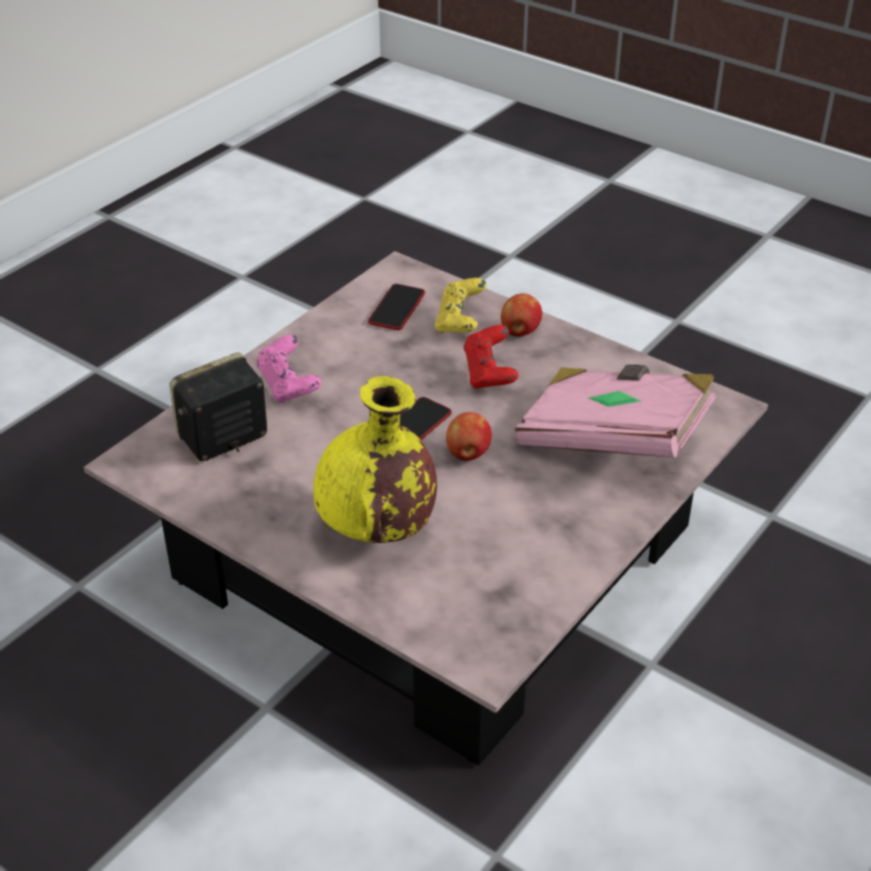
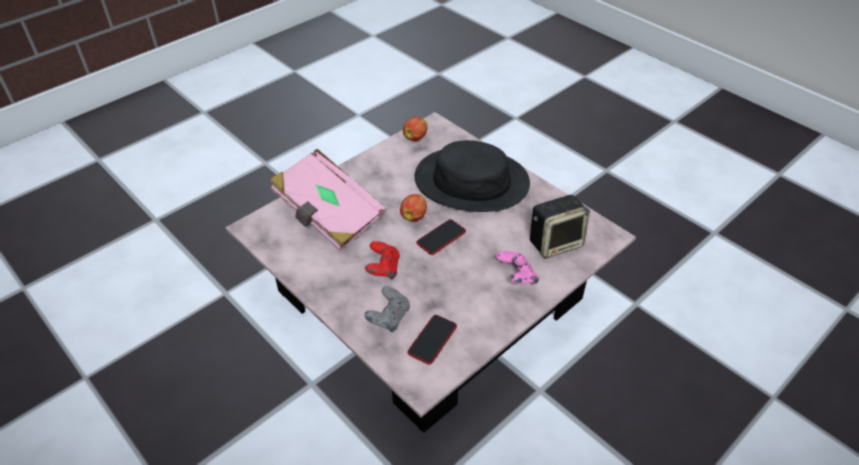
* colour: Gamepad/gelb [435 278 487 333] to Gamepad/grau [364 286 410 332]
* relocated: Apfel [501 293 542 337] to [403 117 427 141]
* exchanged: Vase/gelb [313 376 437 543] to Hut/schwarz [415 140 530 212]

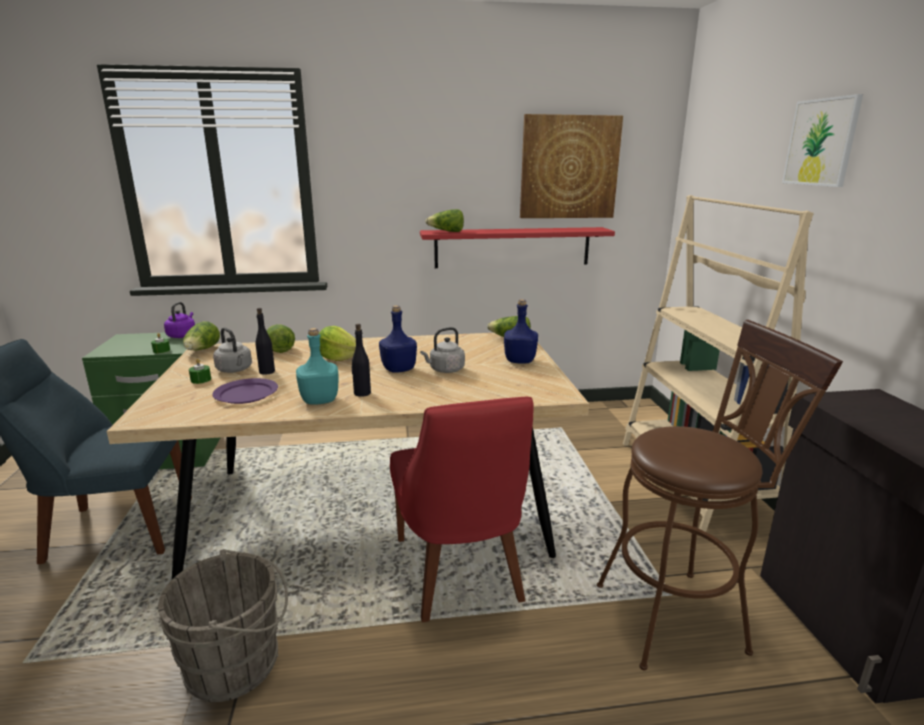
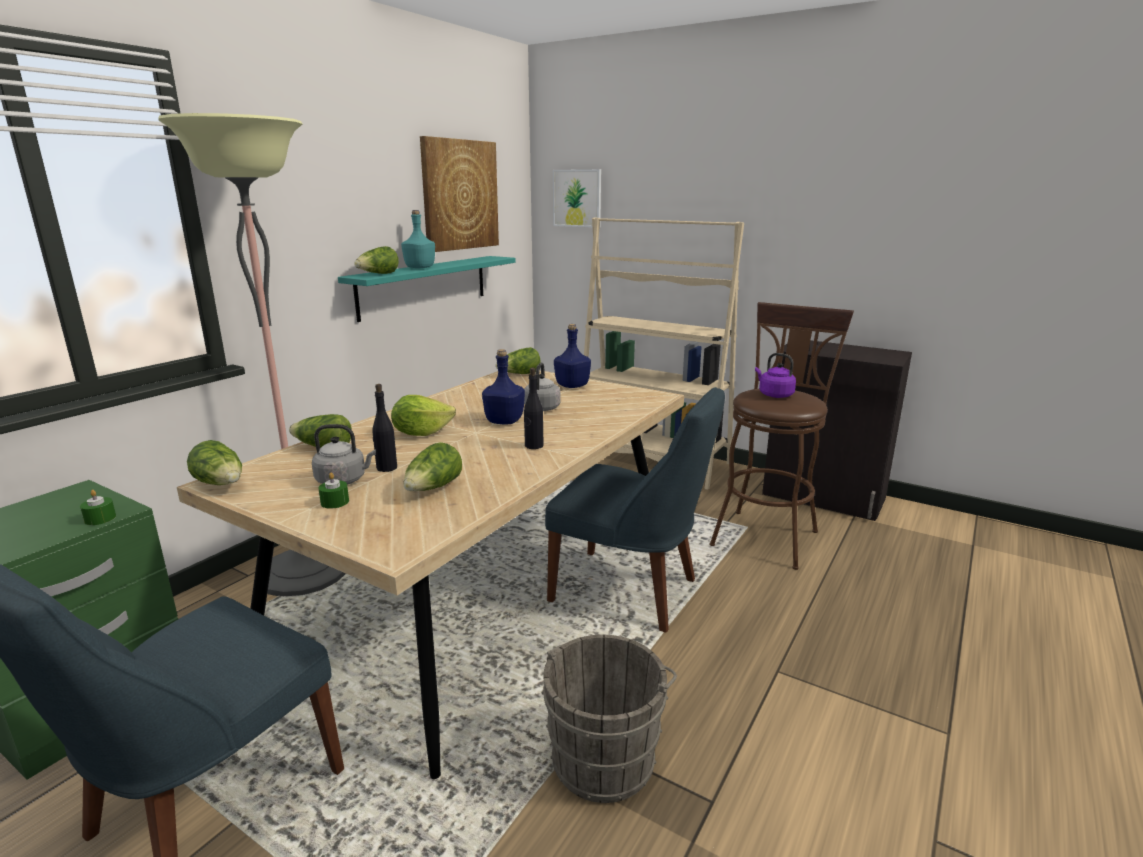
* relocated: Bild [782 94 863 187] to [553 169 601 228]
* colour: Wandregal/rot [420 227 615 268] to Wandregal/türkis [338 256 516 322]
* relocated: Wasserkessel/lila [164 302 195 338] to [755 353 796 398]
* relocated: Flasche/türkis [296 328 339 405] to [401 210 435 268]
* exchanged: Teller/lila [212 378 278 404] to Salatkopf [403 442 462 491]
* colour: Stuhl/rot [390 397 534 622] to Stuhl/blau [545 387 725 633]
* appeared: Stehlampe [158 113 346 596]

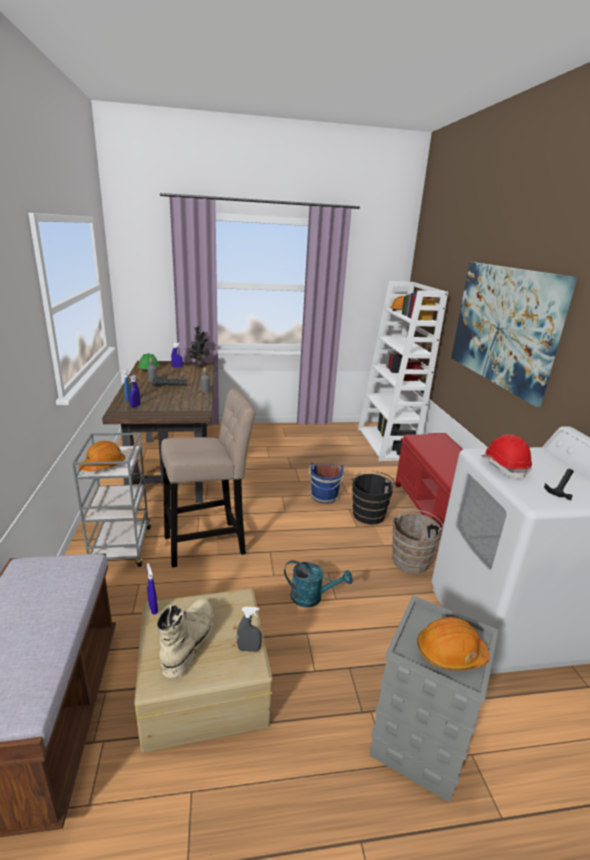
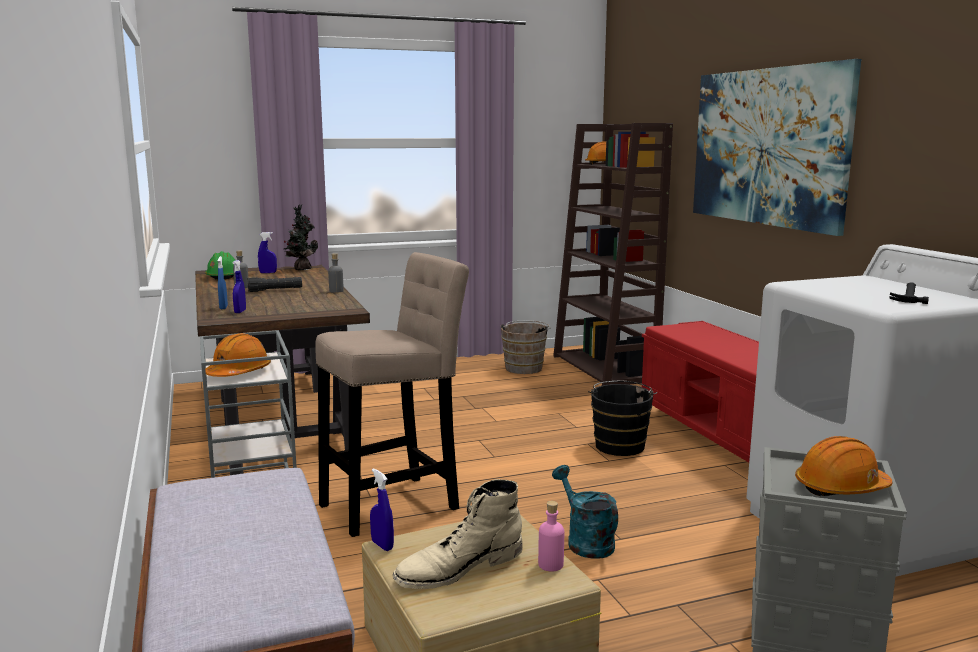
* colour: Bücherregal/weiß [358 281 448 461] to Bücherregal/braun [553 123 673 386]
* missing: Schutzhelm/rot [481 434 532 480]
* missing: Eimer/blau [309 463 345 504]
* relocated: Eimer/braun [392 510 443 574] to [500 321 551 374]
* spun: Gießkanne/türkis [284 560 353 607] = [552 465 618 559] 120 degrees counterclockwise
* spun: Stiefel/beige [157 599 214 678] = [392 479 523 589] 120 degrees counterclockwise
* exchanged: Sprühflasche/grau [237 607 262 652] to Flasche/rosa [538 501 564 572]

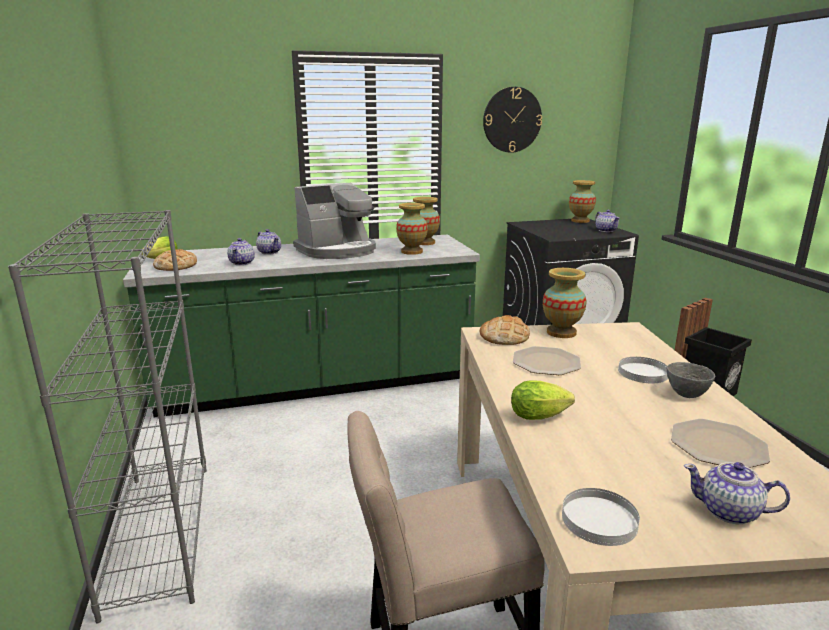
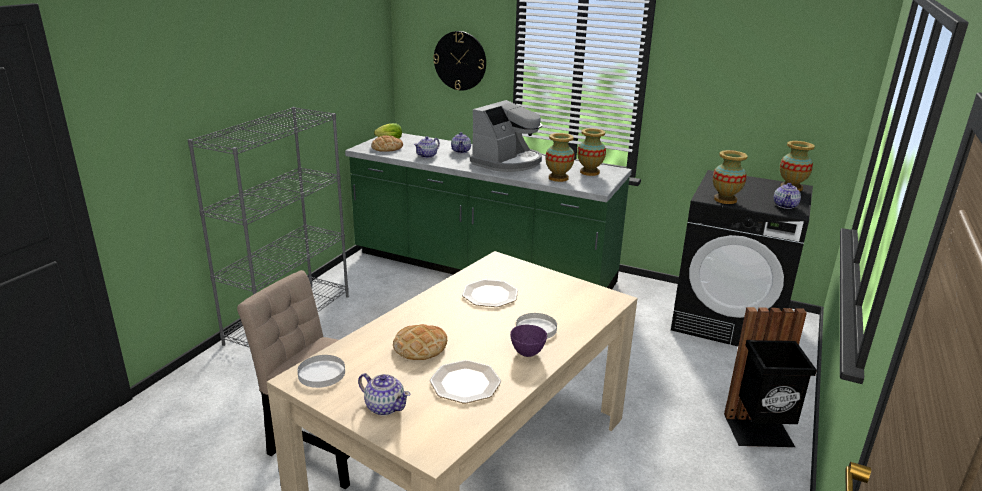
* relocated: Wanduhr [483 87 542 153] to [433 31 486 91]
* spun: Kaffeemaschine [293 183 376 259] = [470 100 542 172] 60 degrees counterclockwise
* relocated: Vase [543 268 586 338] to [713 150 748 204]
* relocated: Brot [479 315 530 345] to [393 324 447 360]
* colour: Schüssel/grau [667 362 715 398] to Schüssel/lila [510 325 547 357]
* missing: Salatkopf [511 380 575 420]
* spun: Teekanne [684 462 790 524] = [358 373 411 416] 150 degrees clockwise

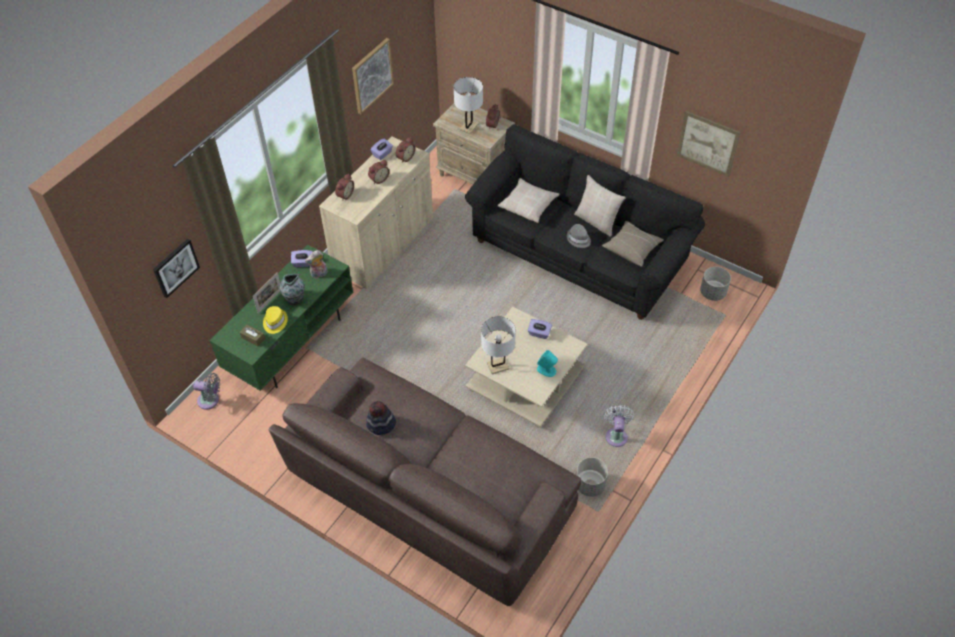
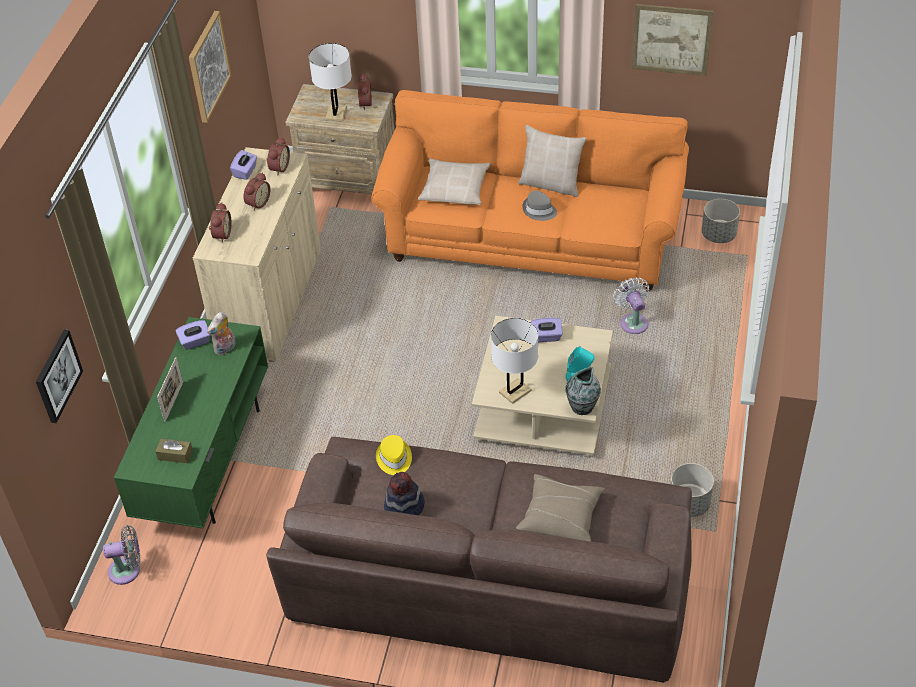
* colour: Sofa/schwarz [465 124 705 320] to Sofa/orange [371 90 689 291]
* relocated: Kissen/beige [602 221 664 267] to [516 474 605 541]
* relocated: Vase [280 274 305 305] to [565 367 601 415]
* relocated: Hut/gelb [263 306 288 334] to [376 435 412 475]
* relocated: Ventilator/weiß [603 405 634 447] to [613 277 649 334]

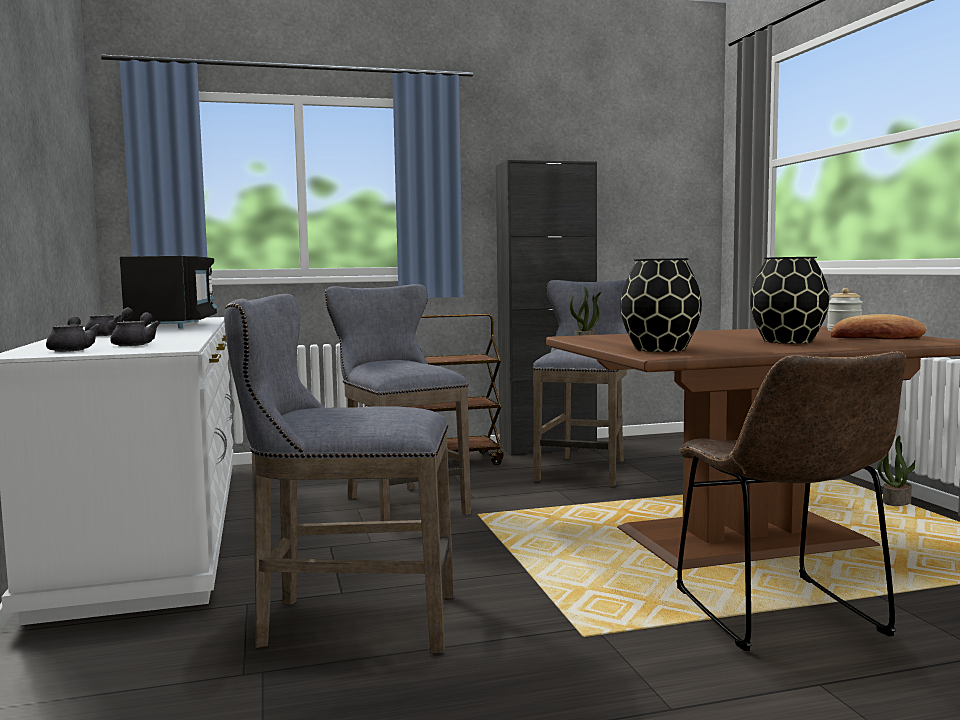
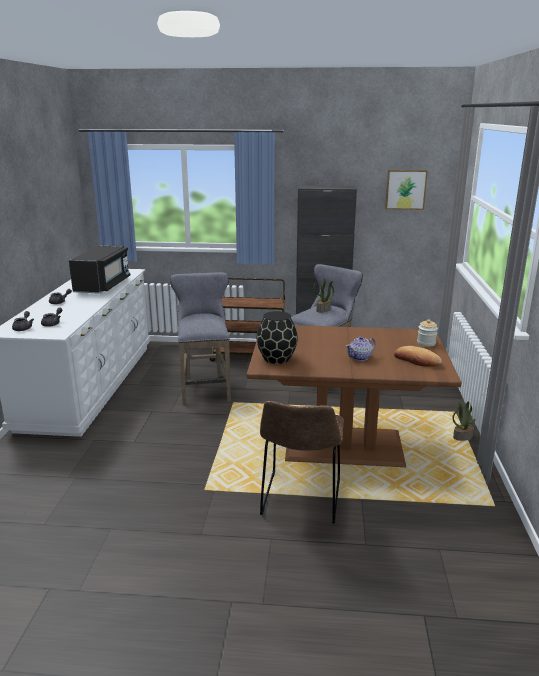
* exchanged: Vase/schwarz [750 257 829 344] to Teekanne [346 336 376 361]
* missing: Hocker/grau [224 294 454 653]
* appeared: Bild [385 170 428 210]

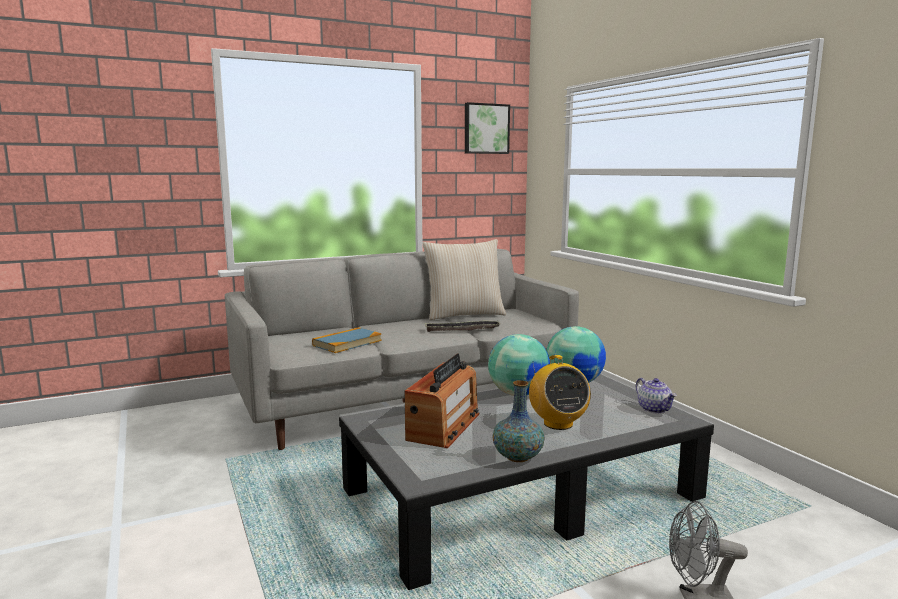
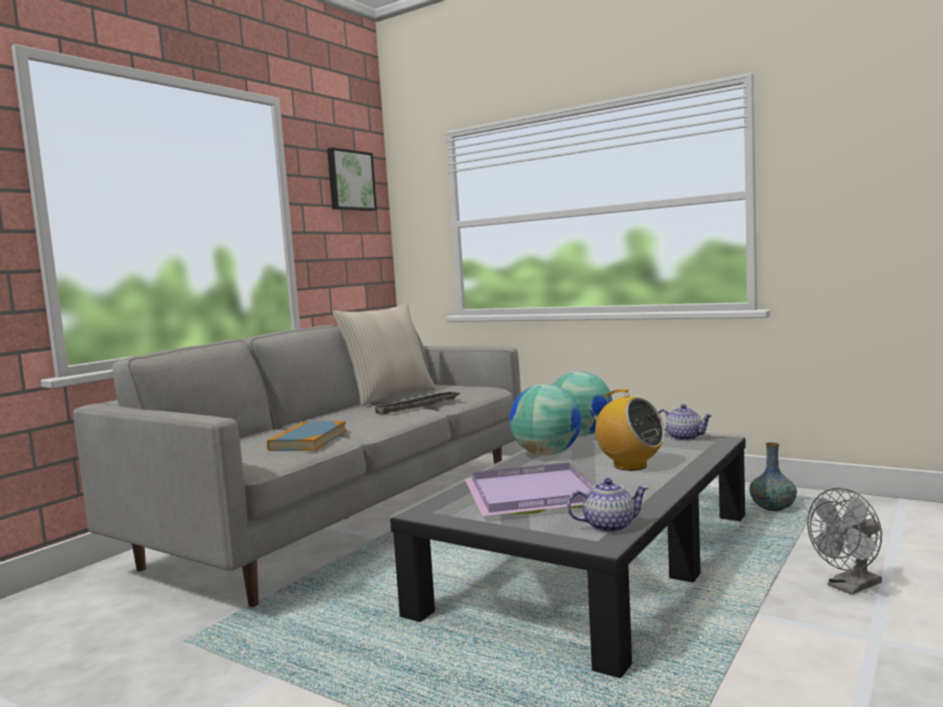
* exchanged: Radio [405 353 479 448] to Tablett/lila [465 462 593 516]
* relocated: Vase [492 380 544 462] to [749 442 797 511]
* appeared: Teekanne [567 478 649 533]

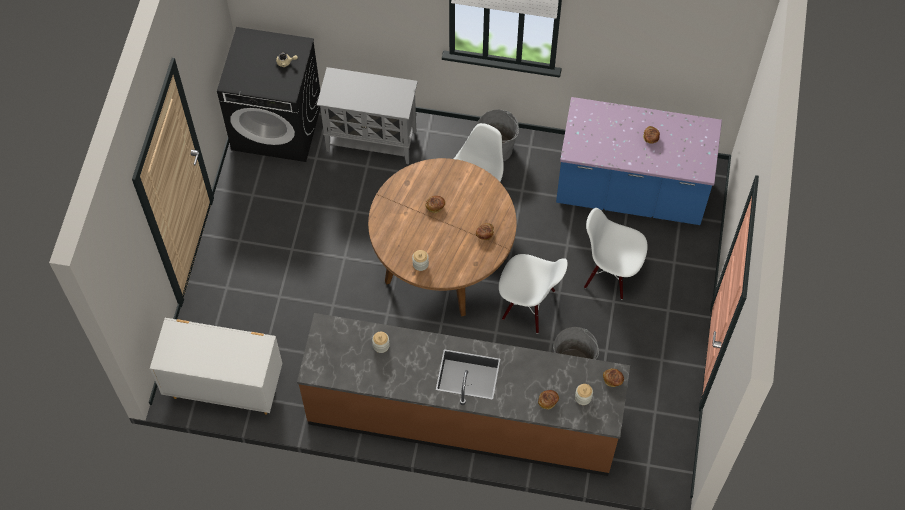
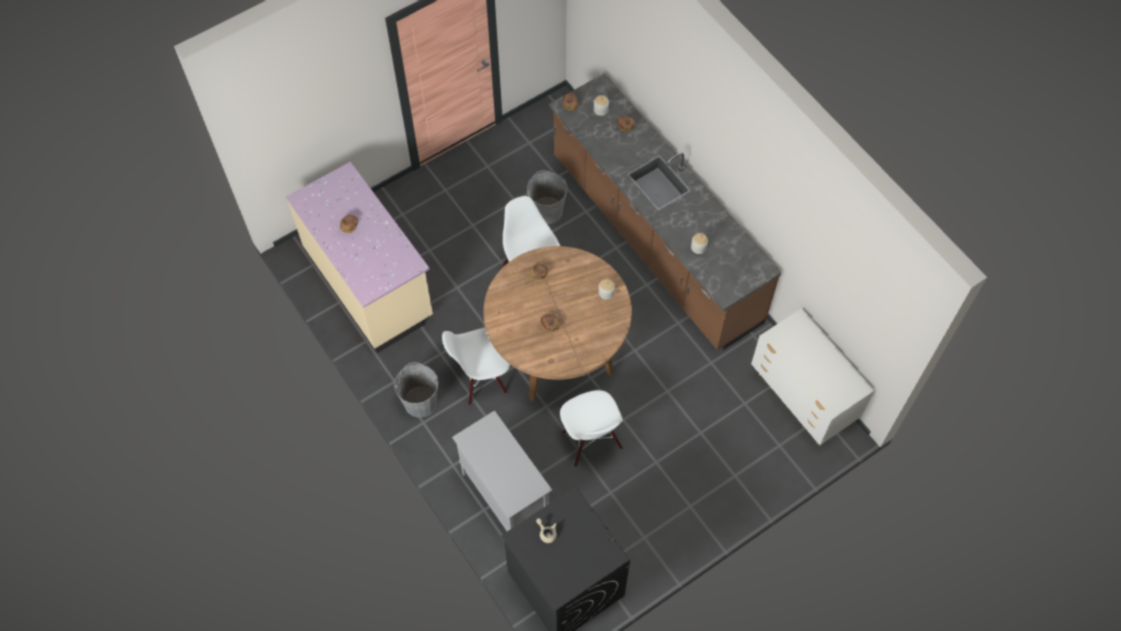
* colour: Küchenzeile/blau [556 97 722 225] to Küchenzeile/beige [286 162 433 353]
* relocated: Stuhl/weiß [584 208 648 299] to [560 390 623 467]

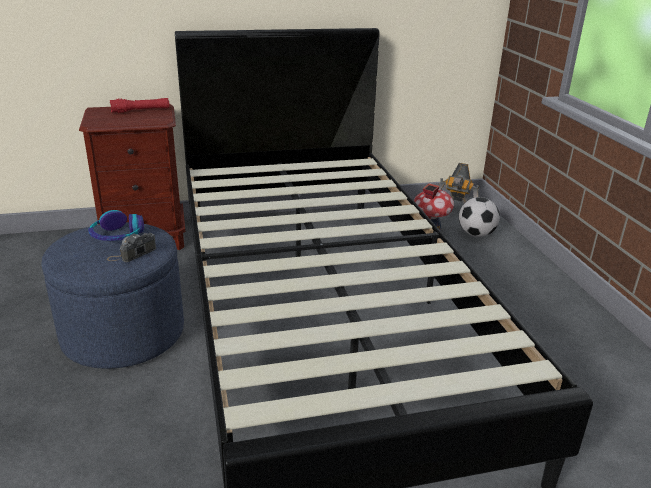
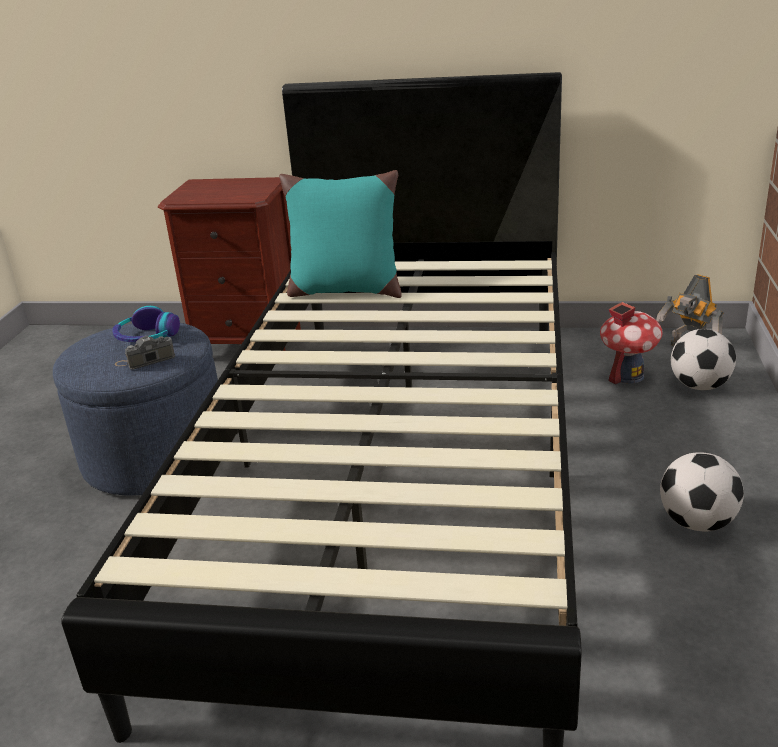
* missing: Taschenlampe/rot [110 98 170 113]
* appeared: Kissen/türkis [279 170 402 298]
* appeared: Fußball [660 452 744 531]

